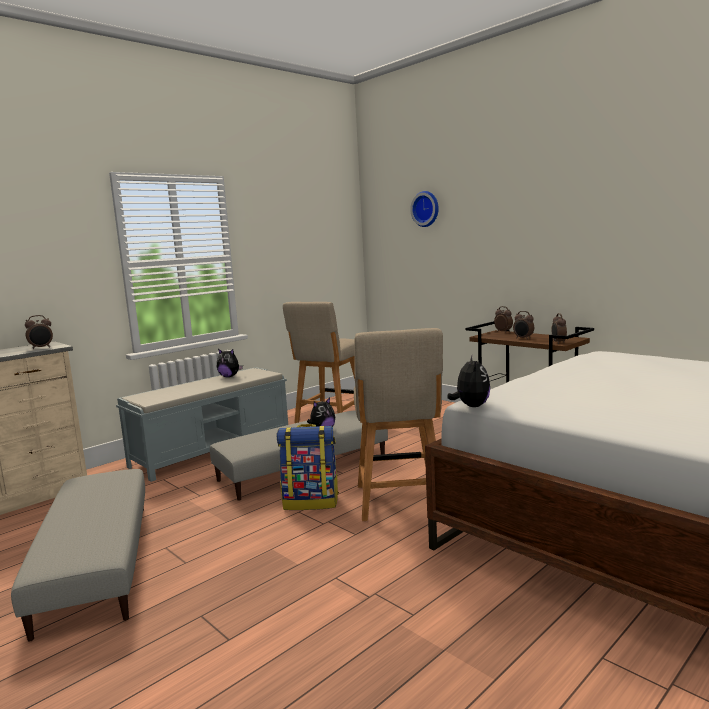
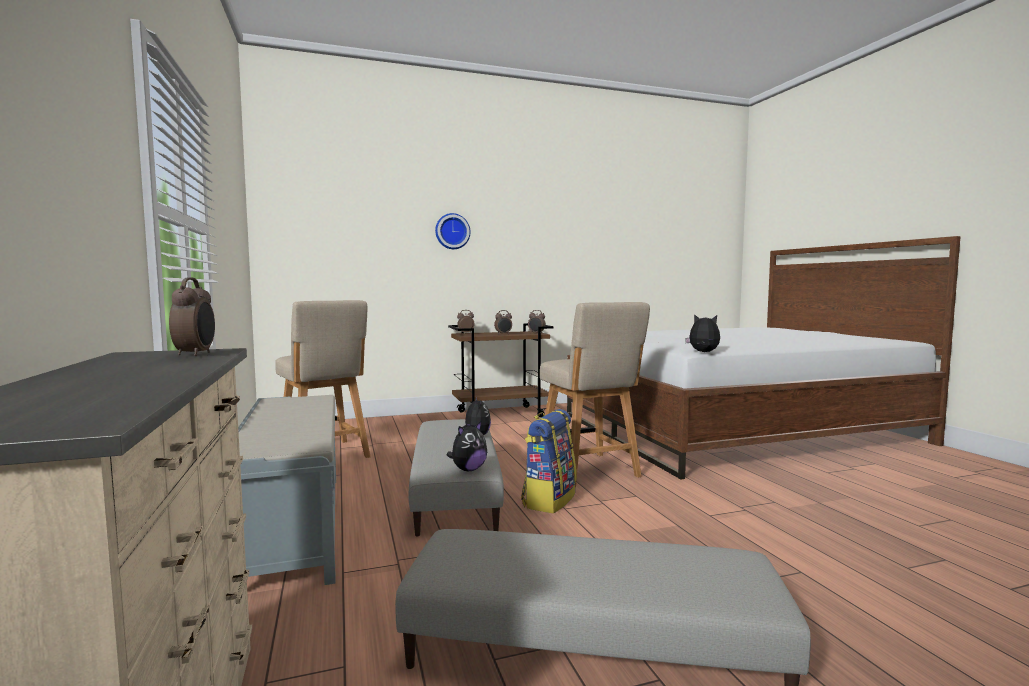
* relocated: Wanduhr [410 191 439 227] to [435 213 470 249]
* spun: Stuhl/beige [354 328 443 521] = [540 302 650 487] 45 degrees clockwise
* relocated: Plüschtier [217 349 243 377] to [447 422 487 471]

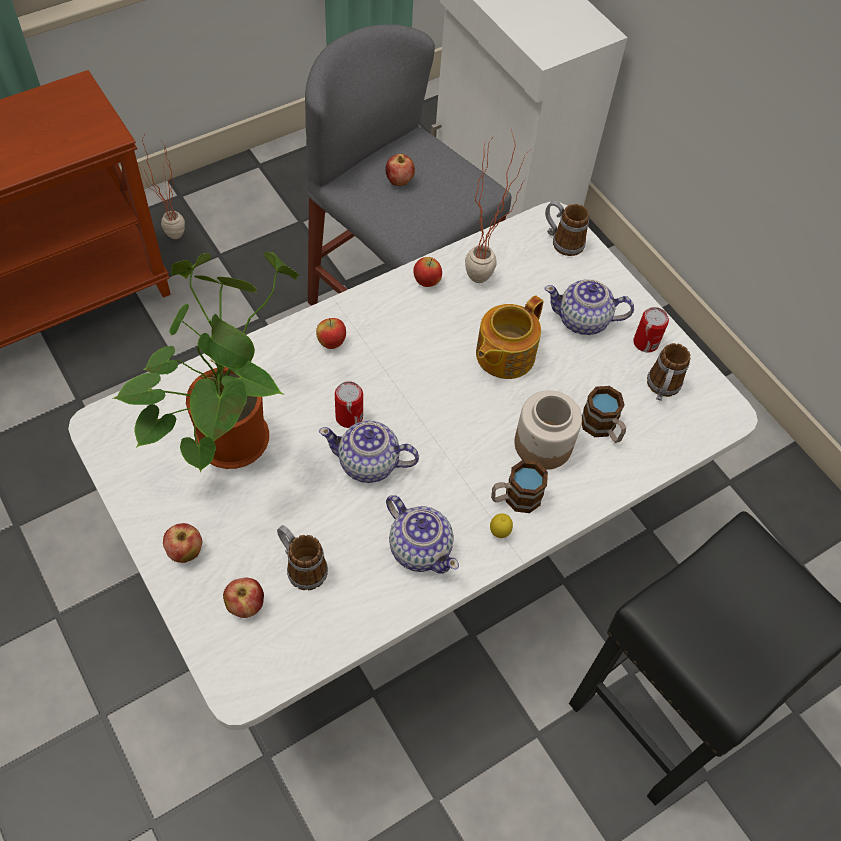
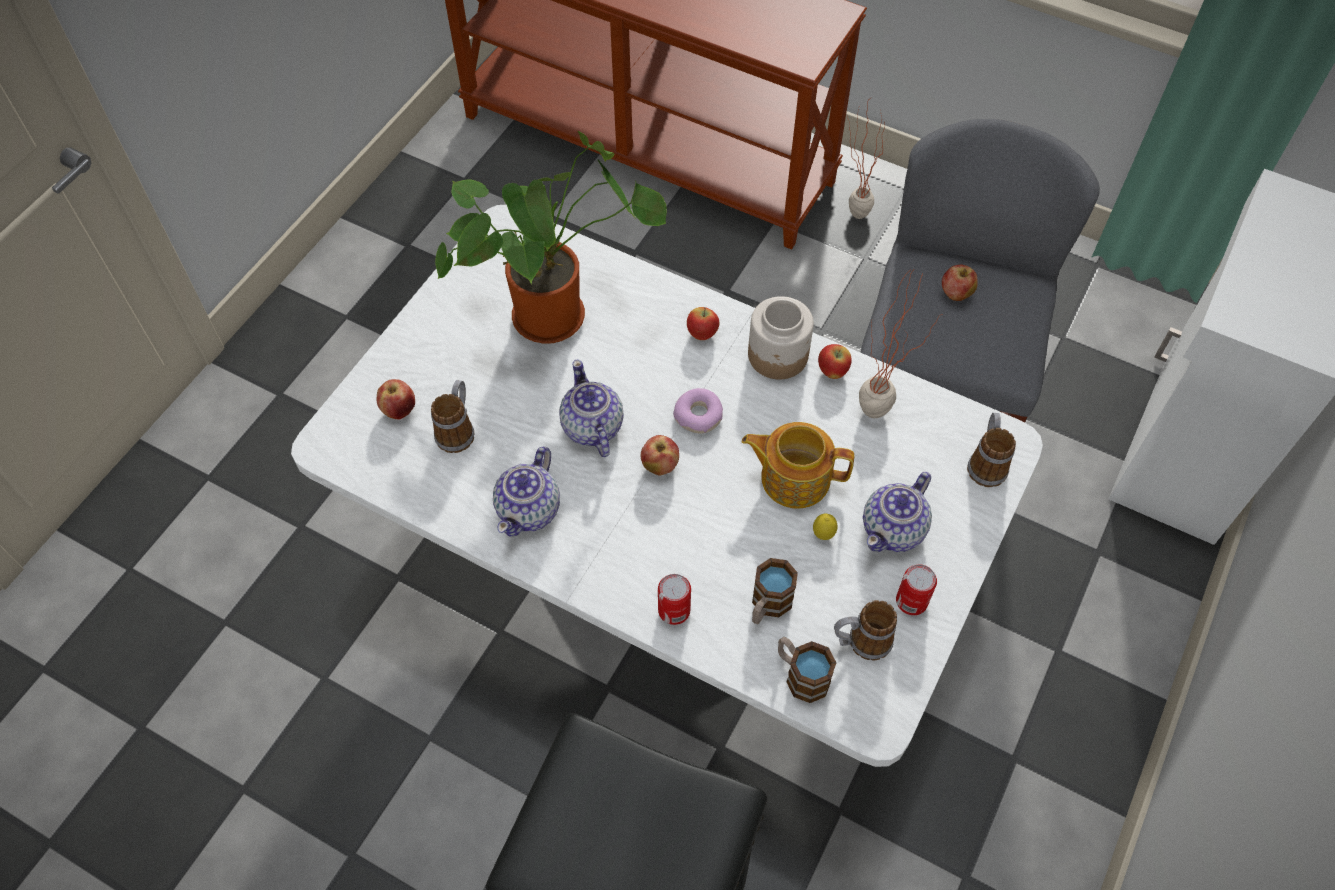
* spun: Teekanne [544 279 634 335] = [863 472 932 552] 120 degrees counterclockwise
* relocated: Dose [335 381 363 428] to [658 574 691 625]
* relocated: Vorratsglas [514 390 582 470] to [748 296 814 379]
* relocated: Henkelbecher [491 460 548 513] to [778 637 836 703]
* relocated: Zitrone [490 513 513 538] to [813 513 837 540]
* relocated: Apfel [163 523 202 563] to [641 435 679 475]
* appeared: Donut [673 388 723 434]

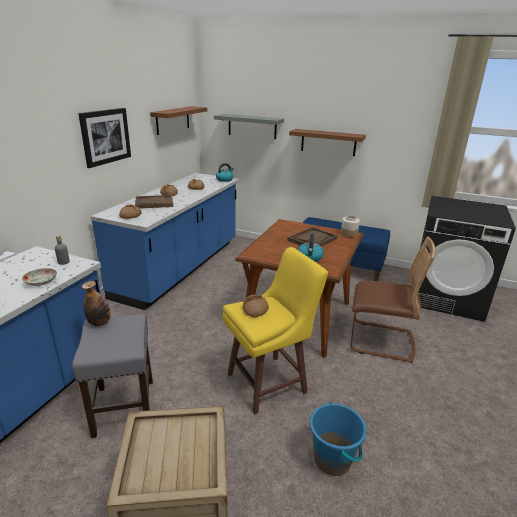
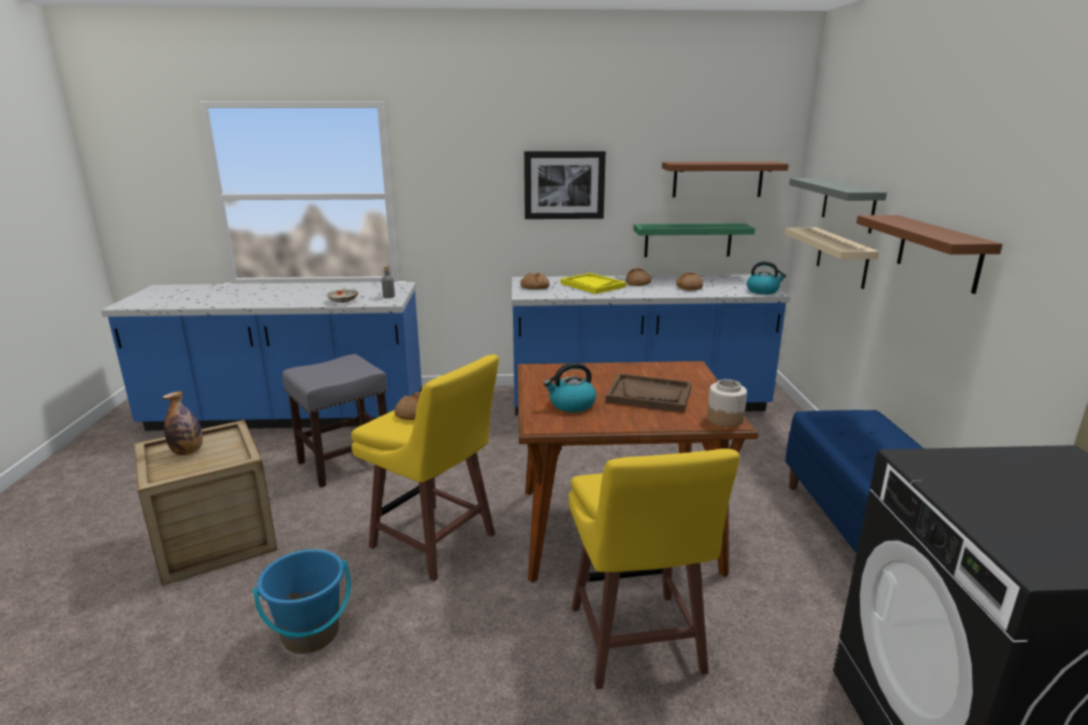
* colour: Tablett/braun [135 195 173 208] to Tablett/gelb [561 273 626 294]
* exchanged: Stuhl/braun [350 237 435 363] to Hocker/gelb [569 449 740 689]
* relocated: Flasche [82 281 111 327] to [163 391 203 455]
* appeared: Wandregal/grün [633 223 755 257]
* appeared: Wandregal/beige [785 227 879 289]

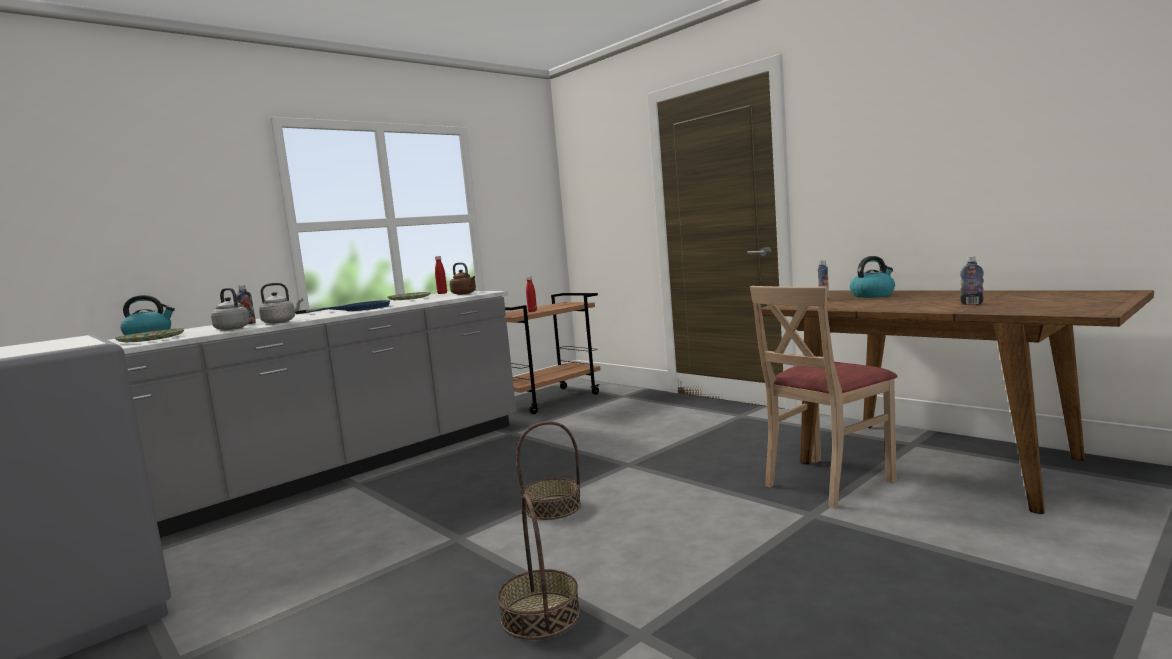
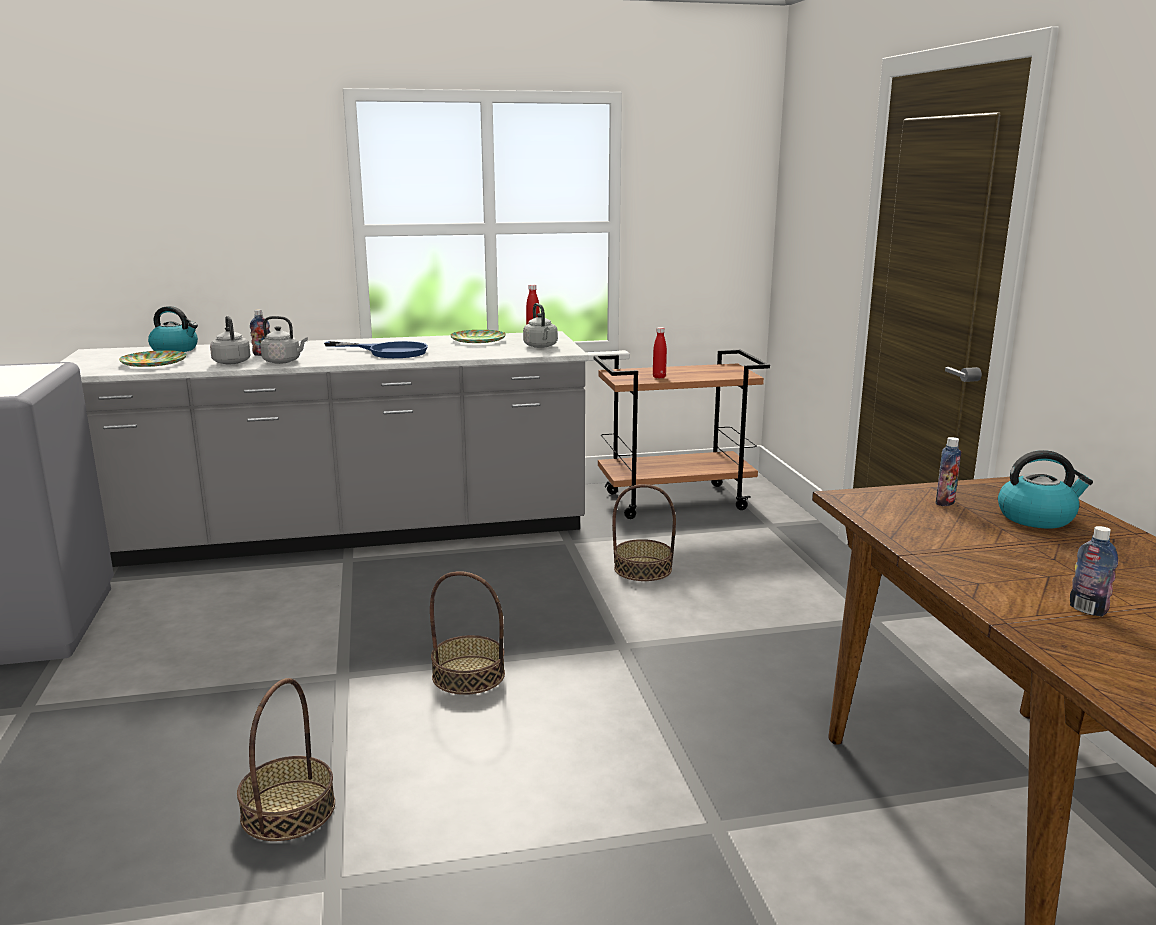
* colour: Wasserkessel/braun [450 263 476 295] to Wasserkessel/grau [523 303 558 348]
* missing: Stuhl/beige [750 286 897 508]
* appeared: Korb [612 484 676 581]

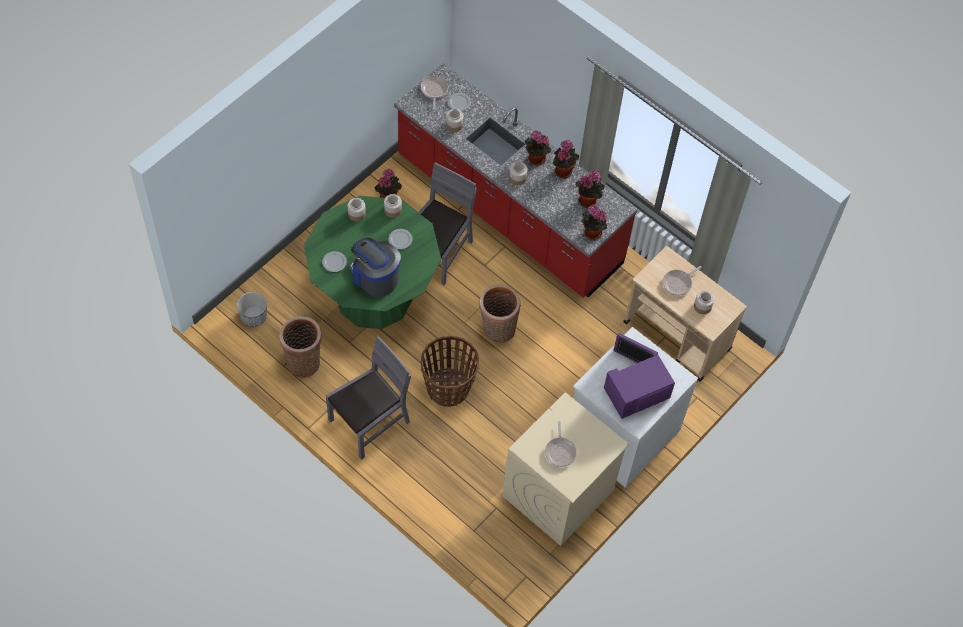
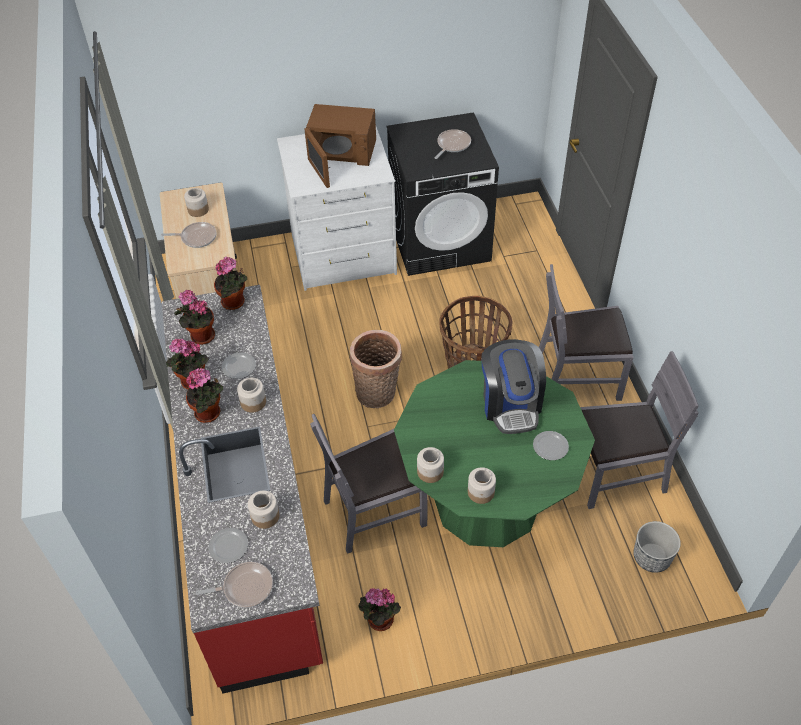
* spun: Pfanne [421 75 448 110] = [196 562 273 608] 135 degrees counterclockwise
* relocated: Teller [388 229 413 249] to [222 352 256 379]
* exchanged: Korb [279 316 321 378] to Stuhl/grau [580 351 699 509]
* colour: Mikrowelle/lila [604 332 675 419] to Mikrowelle/braun [304 104 376 188]
* colour: Waschmaschine/beige [502 392 629 546] to Waschmaschine/schwarz [387 112 499 276]

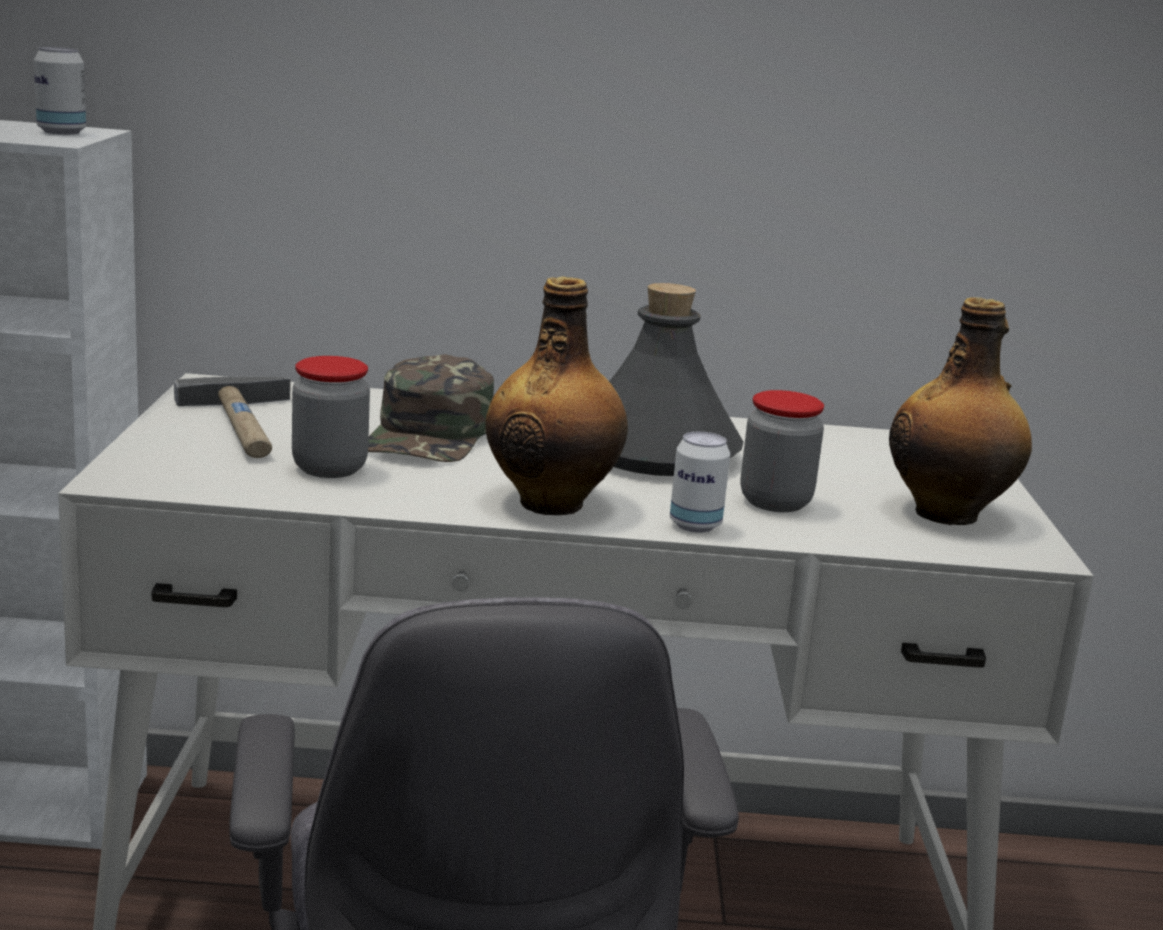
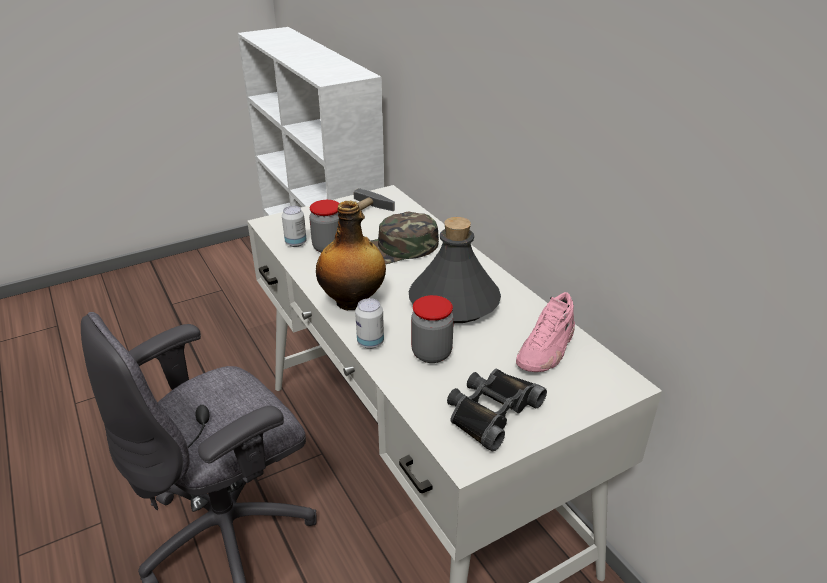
* relocated: Dose [34 47 86 135] to [282 206 307 247]
* exchanged: Flasche [889 297 1032 525] to Fernglas/schwarz [447 369 547 451]
* appeared: Schuh/rosa [516 292 575 372]

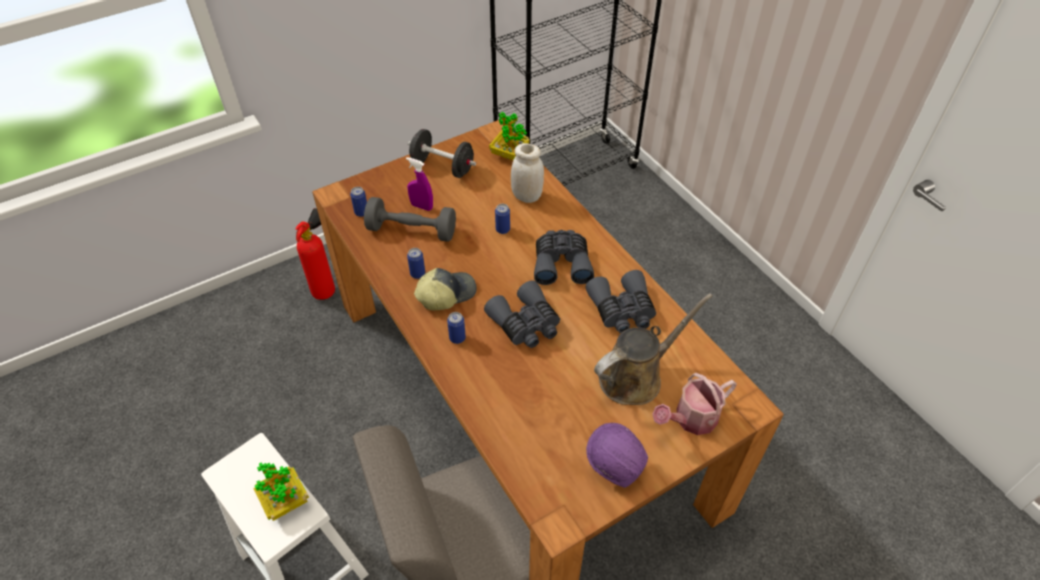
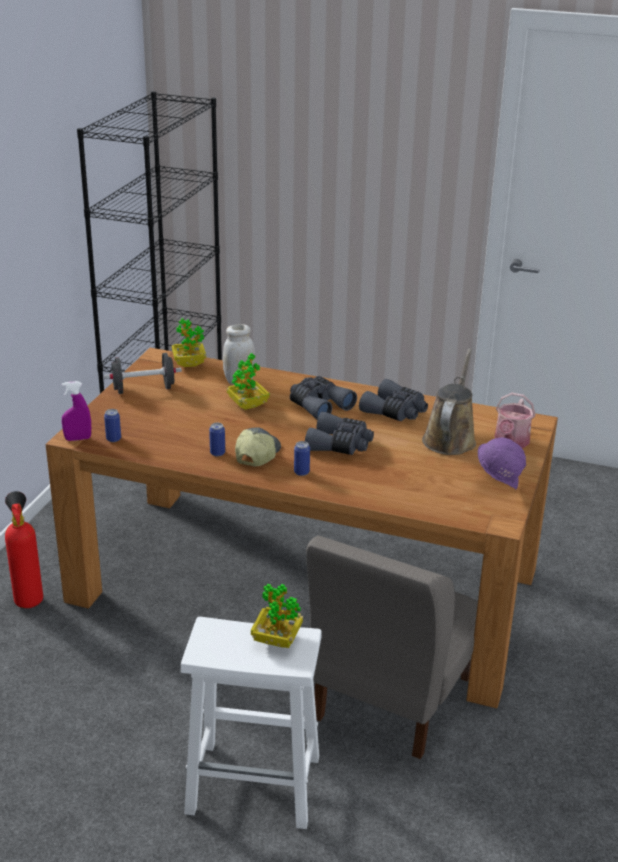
* relocated: Sprühflasche/lila [406 157 433 211] to [62 381 91 441]
* missing: Hantel/grau [364 197 456 242]
* exchanged: Dose [495 204 510 234] to Topfpflanze [227 353 269 410]

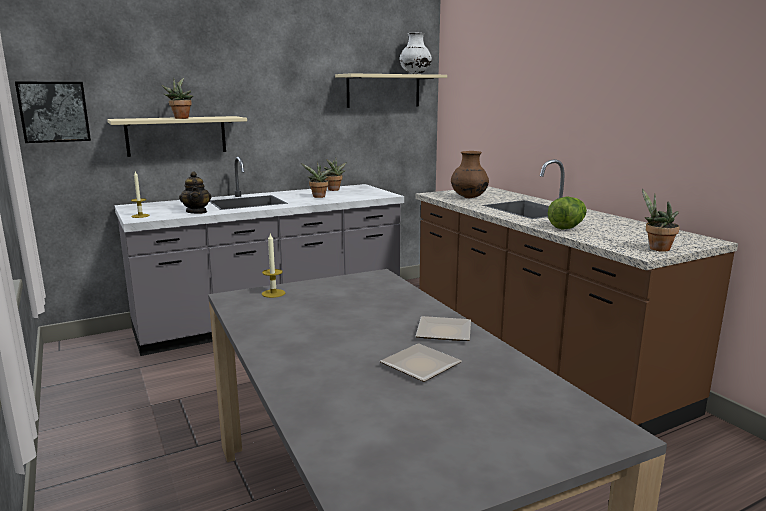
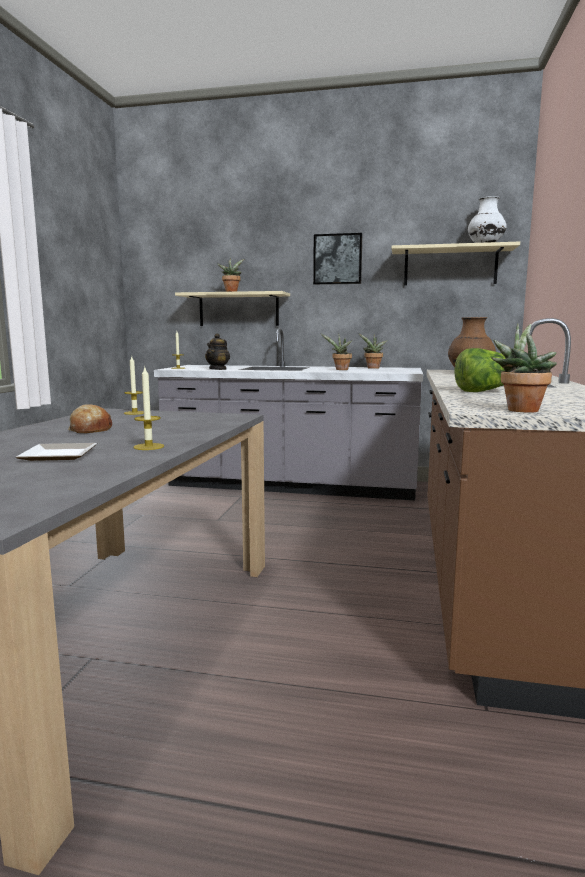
* relocated: Bild [15 81 91 143] to [313 233 362 285]
* exchanged: Teller [416 316 471 341] to Kerze [133 367 164 450]
* appeared: Brot [68 404 112 433]

